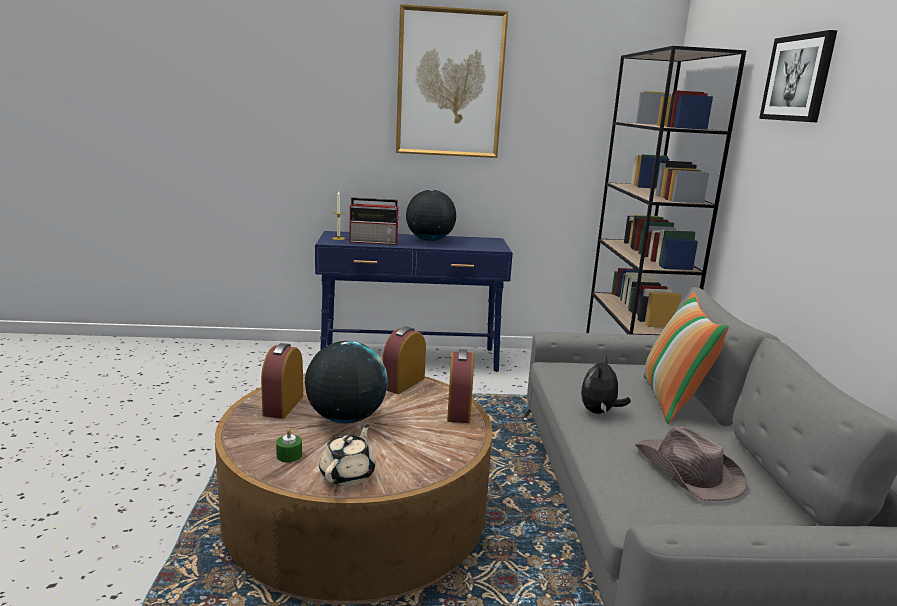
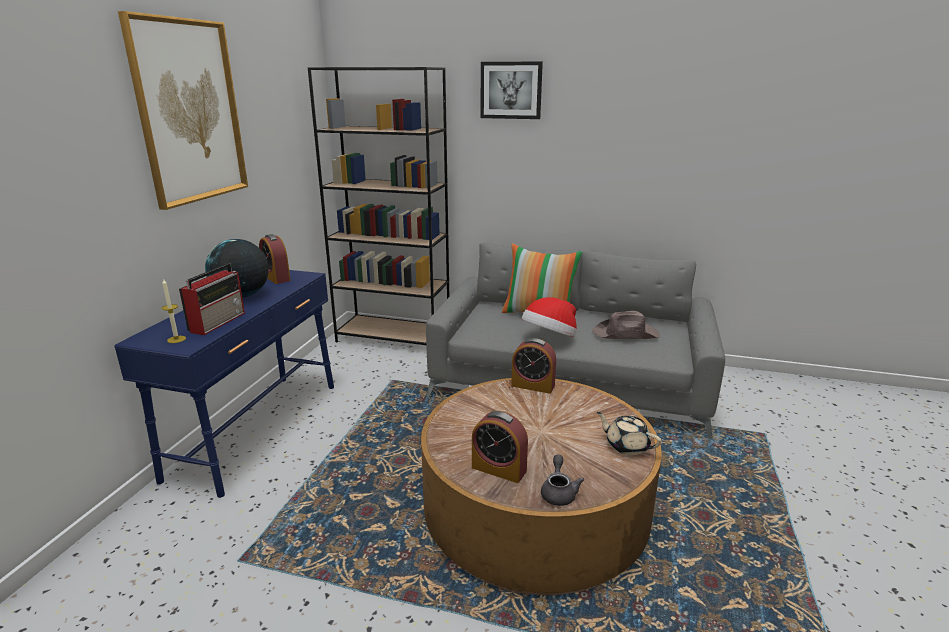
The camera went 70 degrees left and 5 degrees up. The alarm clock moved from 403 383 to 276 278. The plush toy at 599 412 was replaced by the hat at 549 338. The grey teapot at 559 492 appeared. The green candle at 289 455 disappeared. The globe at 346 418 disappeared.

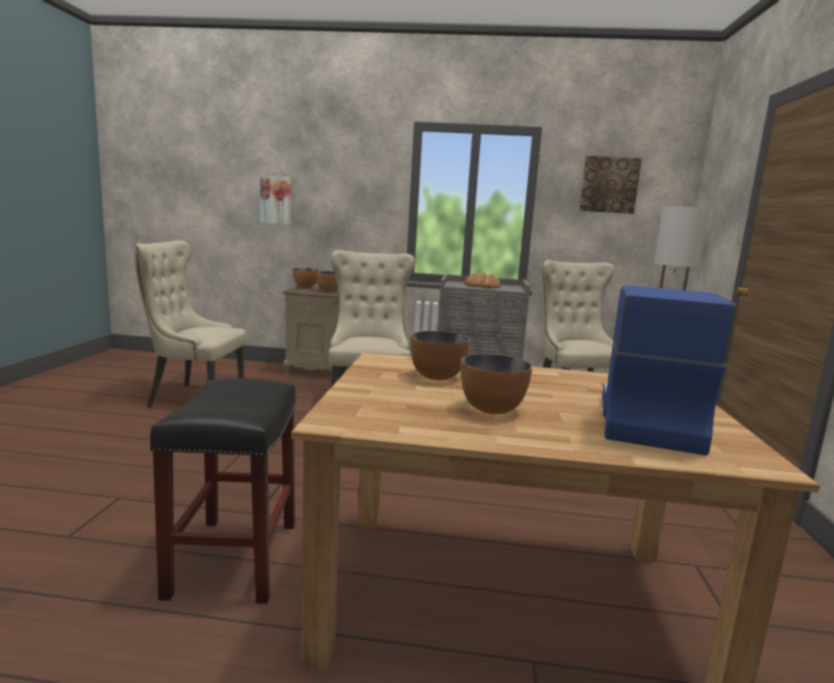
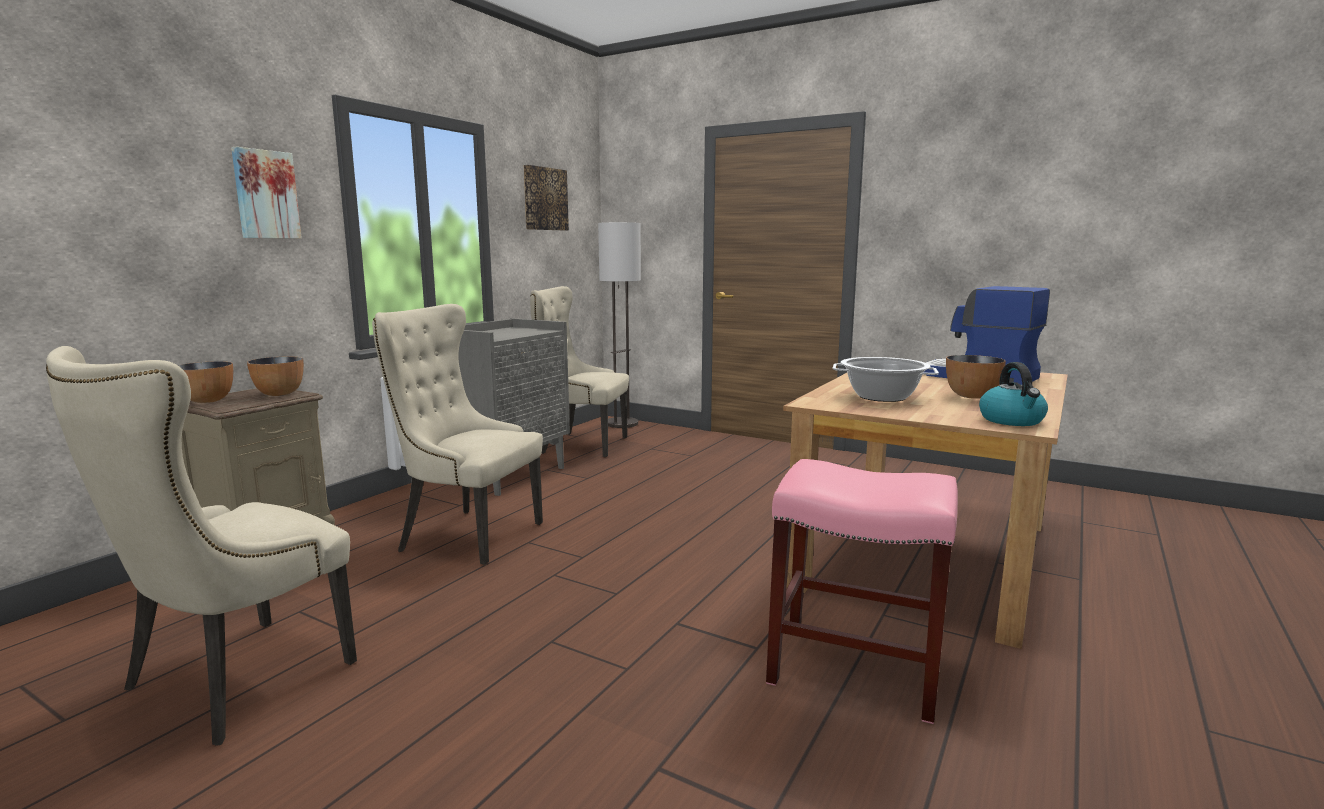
The camera went 65 degrees left and 0 degrees up. The picture moved from 276 200 to 265 194. The black stool at 234 557 became the pink stool at 852 670. The bowl at 437 377 was replaced by the cooking pot at 882 397. The kettle at 1012 420 appeared. The bread at 482 286 disappeared.

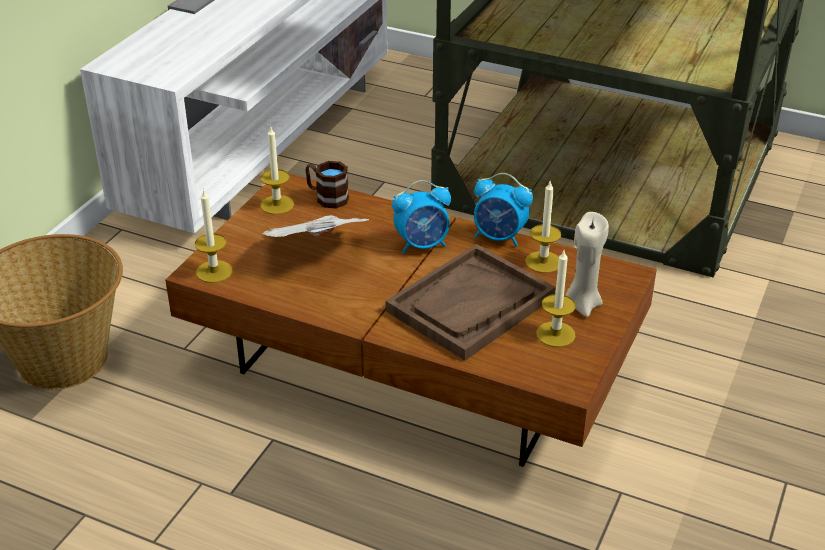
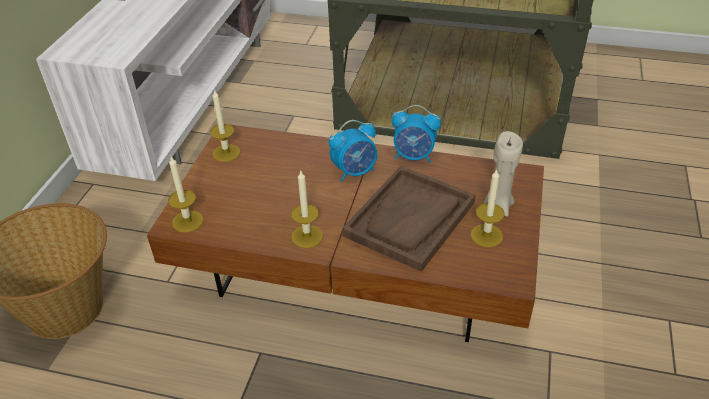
The camera went 10 degrees left and 5 degrees up. The candle moved from 543 262 to 307 236. The newspaper at 318 250 disappeared. The brown mug at 327 197 disappeared.

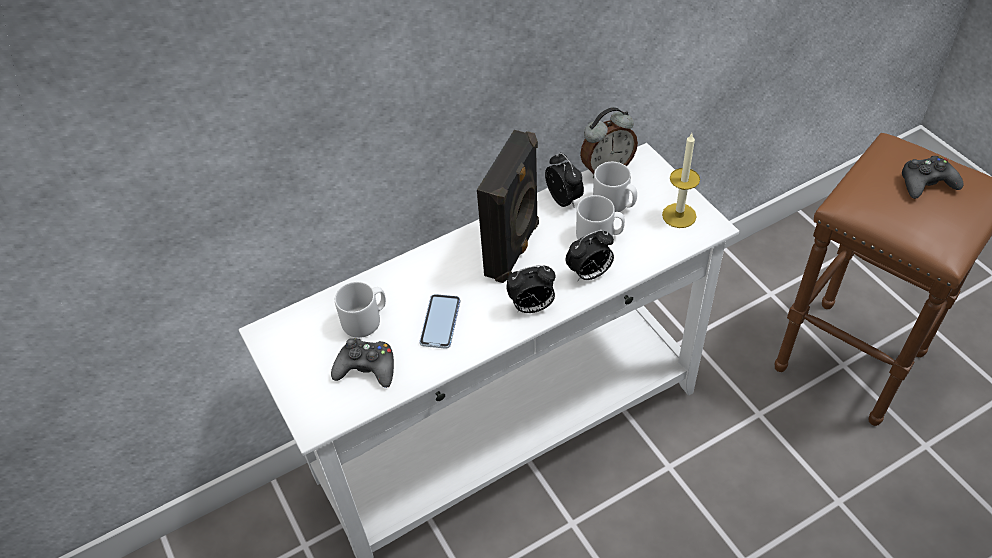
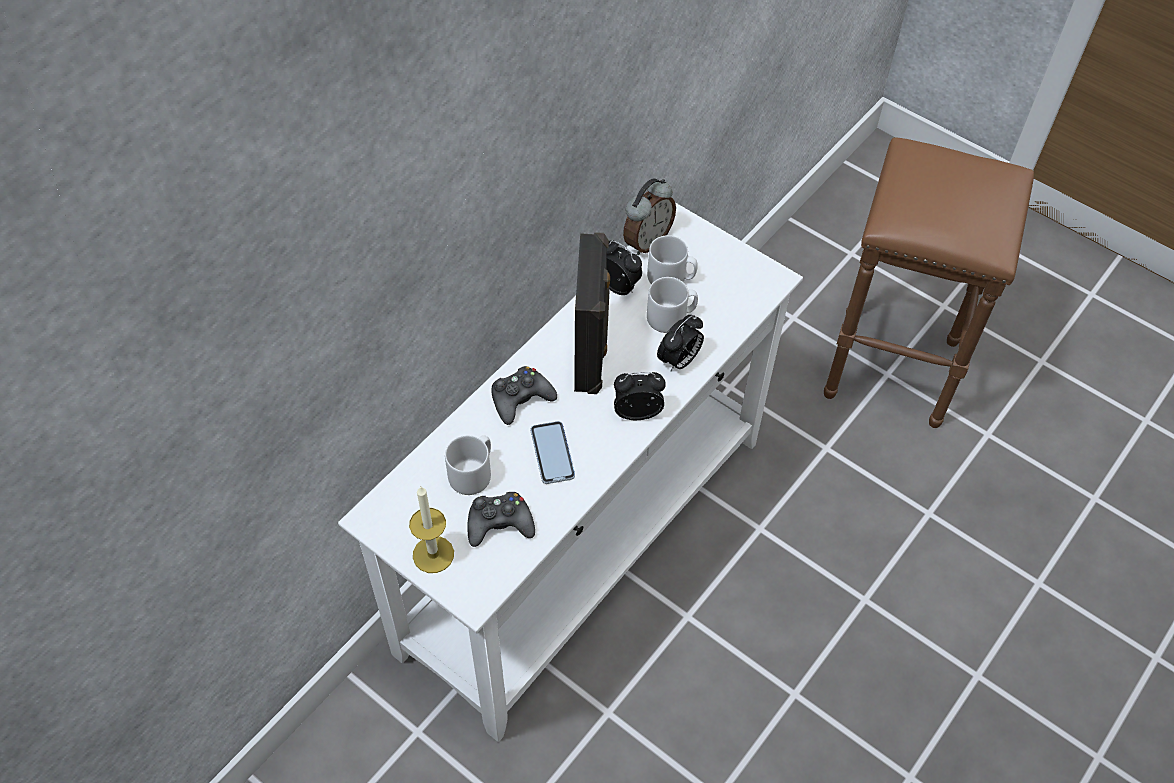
The camera went 25 degrees left and 5 degrees up. The candle moved from 679 215 to 433 554. The black game controller moved from 926 183 to 521 399. The alarm clock at 531 307 turned 150 degrees counterclockwise.

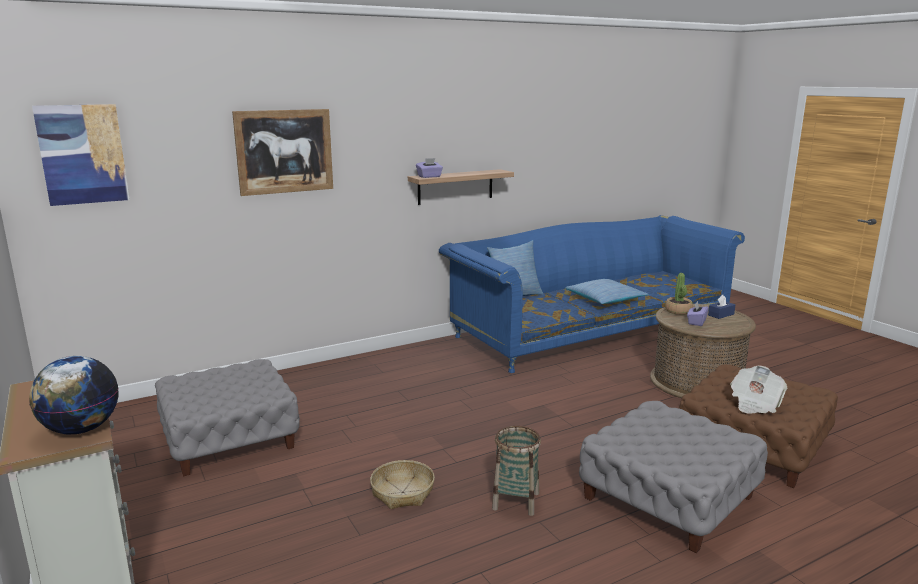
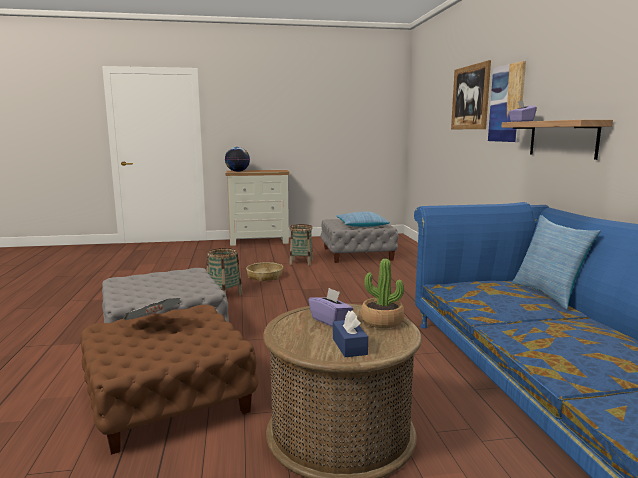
The camera went 110 degrees right and 5 degrees down. The basket at 301 262 appeared. The pillow moved from 605 299 to 361 225. The picture moved from 82 154 to 507 103.

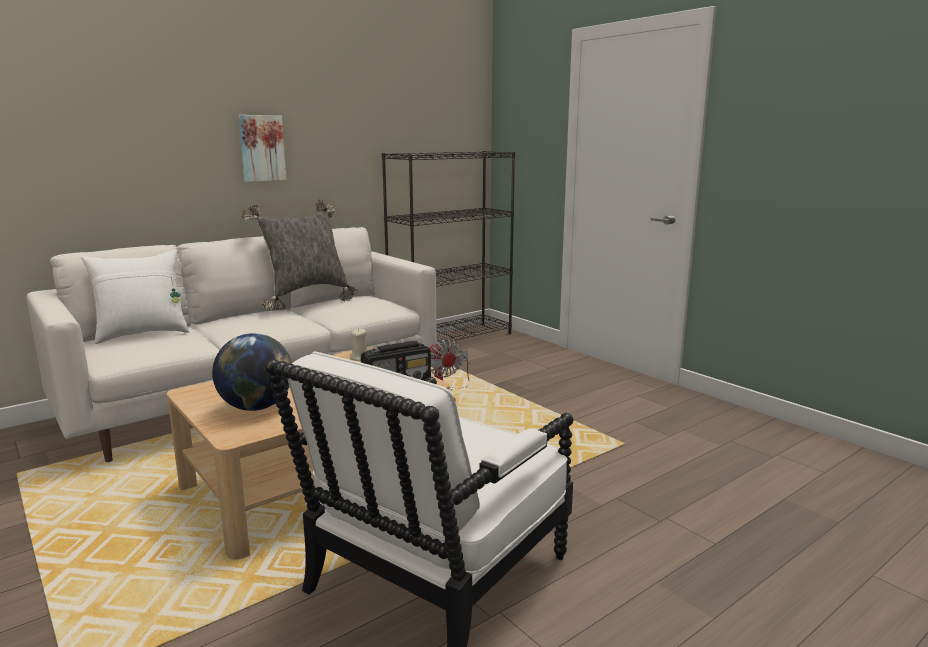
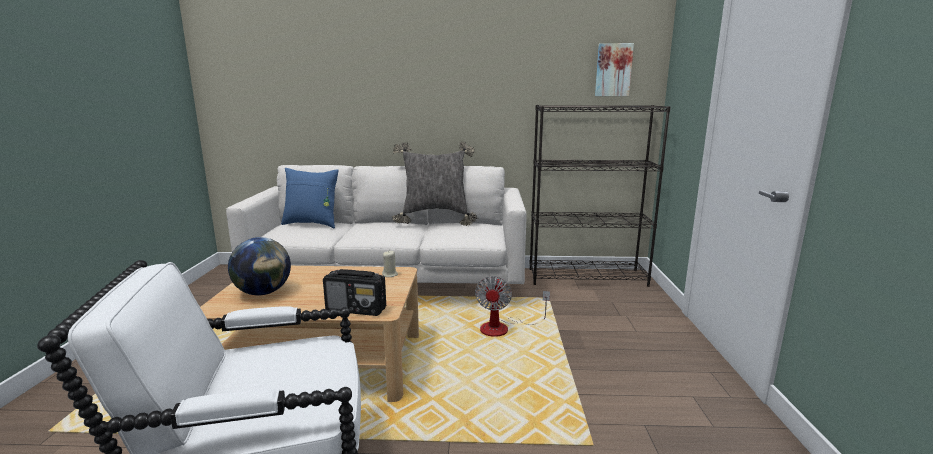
The camera went 40 degrees right and 0 degrees up. The white pillow at 142 335 became the blue pillow at 311 224. The picture moved from 262 148 to 613 70.

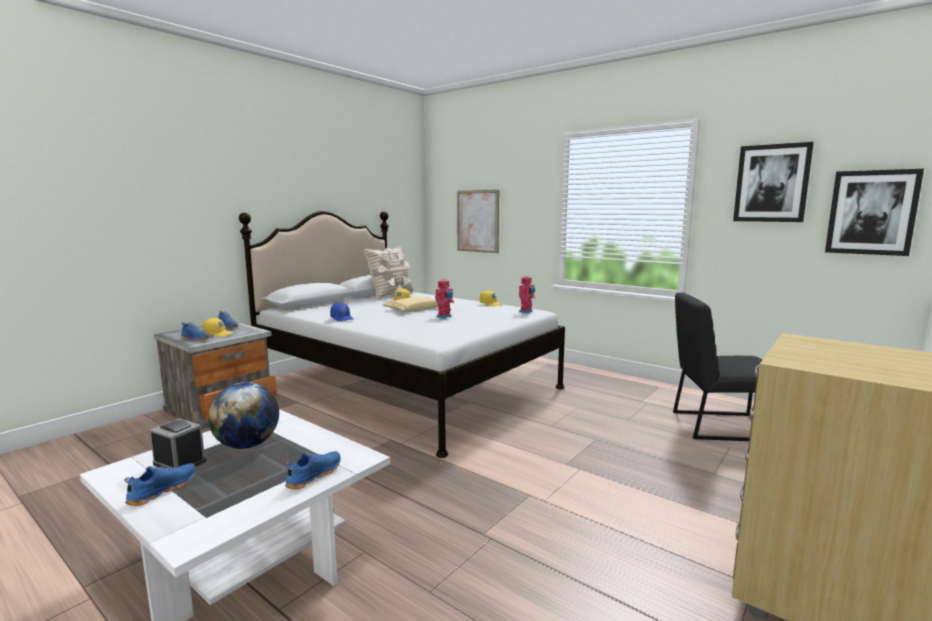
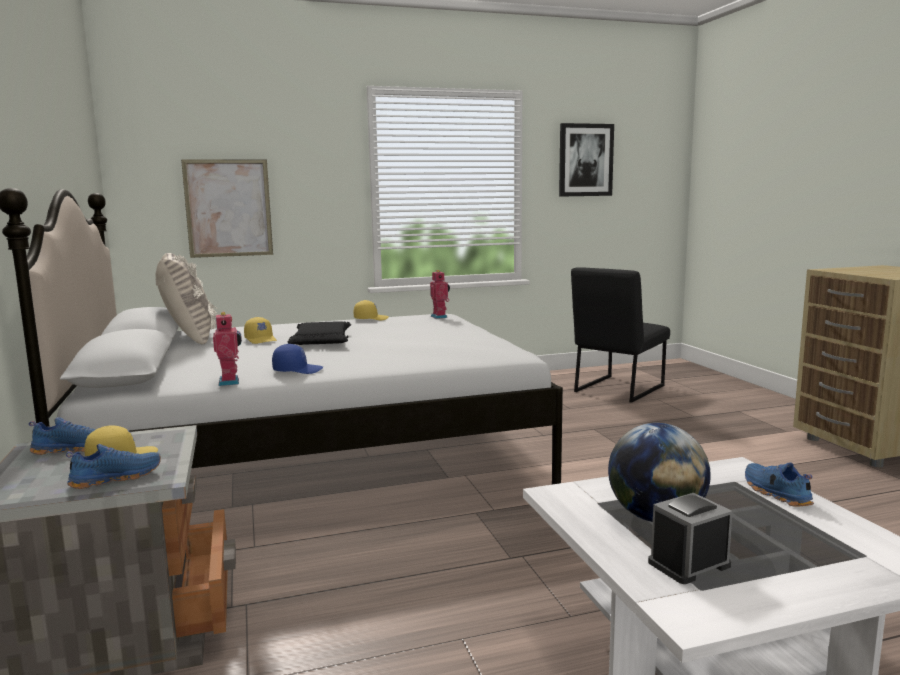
The camera went 55 degrees left and 0 degrees up. The toy robot moved from 444 317 to 231 382. The beige pillow at 415 308 became the black pillow at 321 340. The blue shoe at 162 490 disappeared. The picture at 871 212 disappeared.

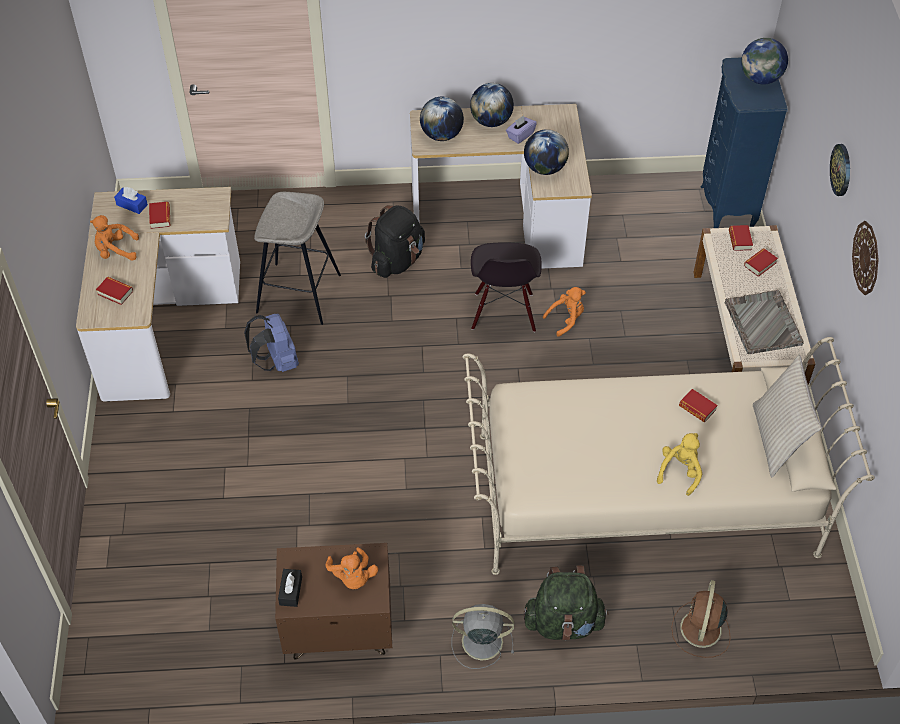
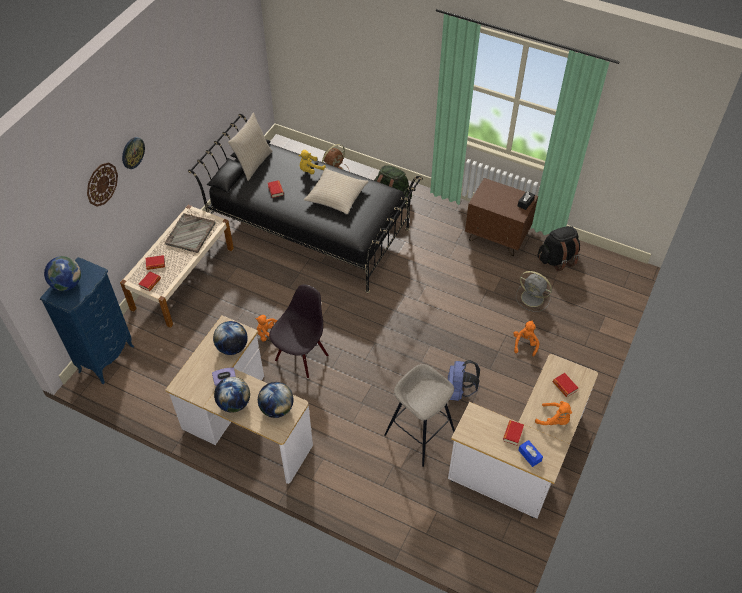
The camera went 150 degrees left and 0 degrees up. The wall clock moved from 866 258 to 101 184. The beige bed at 644 493 became the black bed at 309 230. The beige pillow at 336 196 appeared. The orange plush toy moved from 353 577 to 525 344. The grey fan moved from 480 641 to 533 298. The black backpack moved from 397 260 to 557 259.

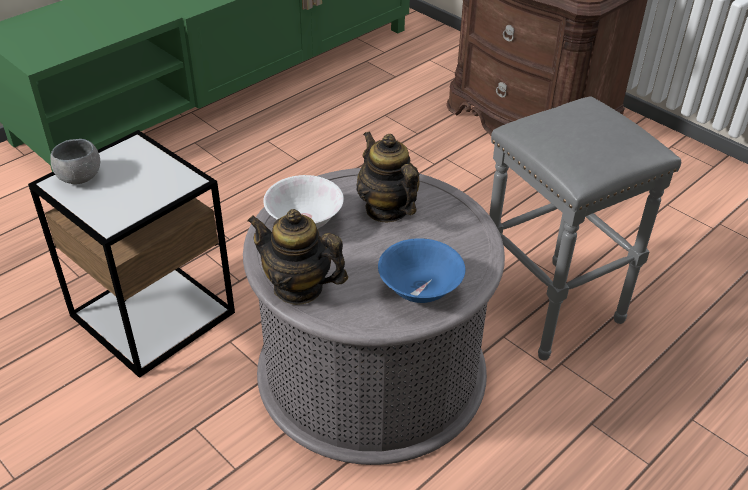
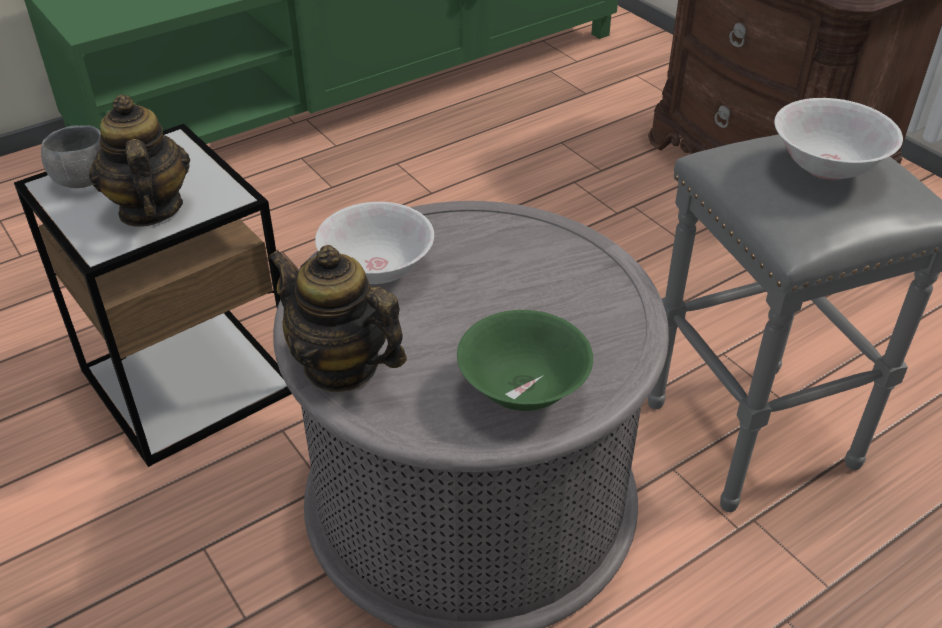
The camera went 10 degrees right and 0 degrees up. The teapot moved from 387 209 to 149 209. The blue bowl at 419 290 became the green bowl at 522 389. The white bowl at 827 167 appeared.

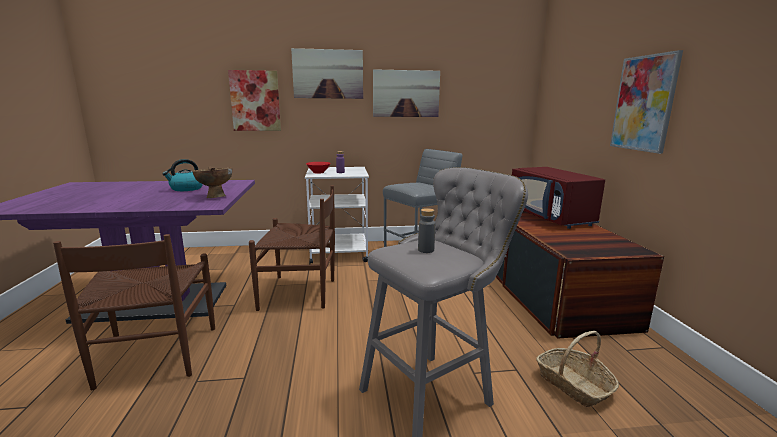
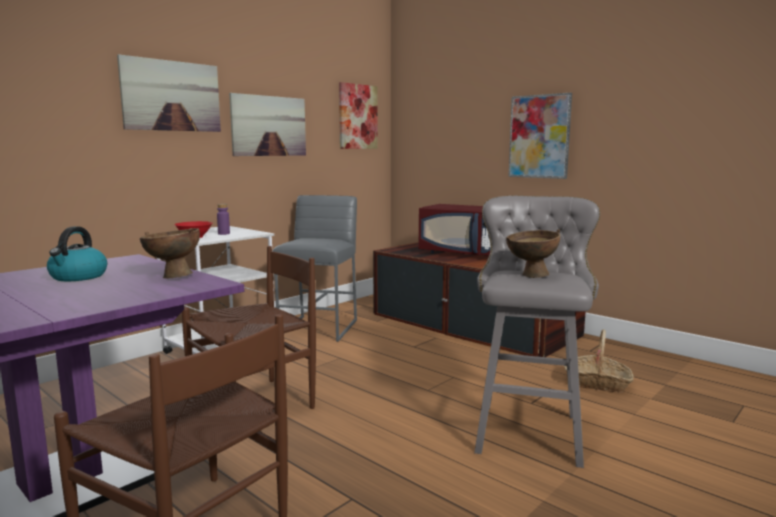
The camera went 40 degrees left and 5 degrees down. The picture moved from 255 101 to 357 117. The grey bottle at 426 250 was replaced by the brown bowl at 530 275.

